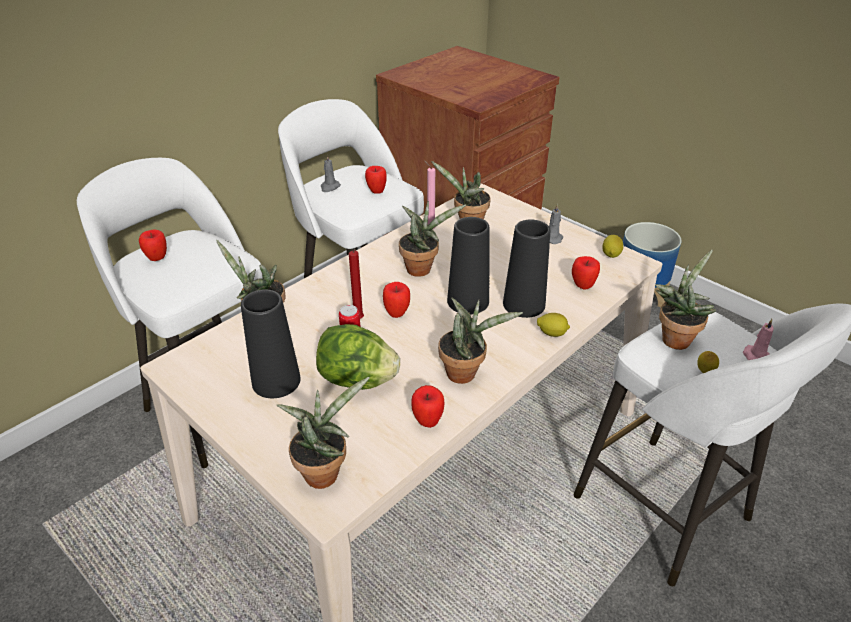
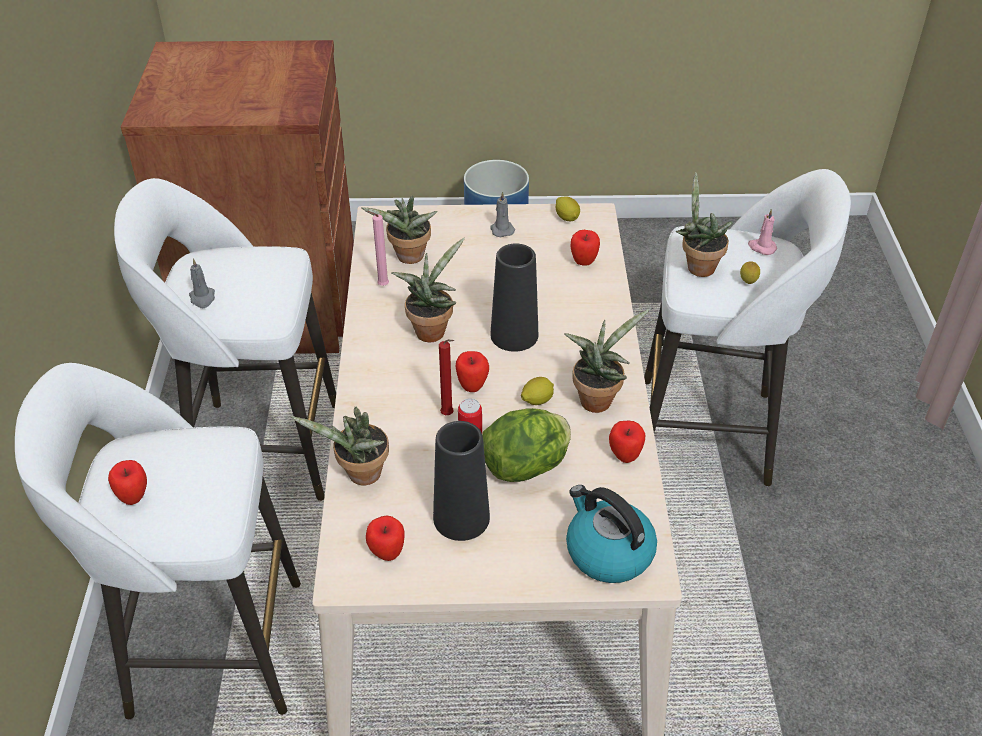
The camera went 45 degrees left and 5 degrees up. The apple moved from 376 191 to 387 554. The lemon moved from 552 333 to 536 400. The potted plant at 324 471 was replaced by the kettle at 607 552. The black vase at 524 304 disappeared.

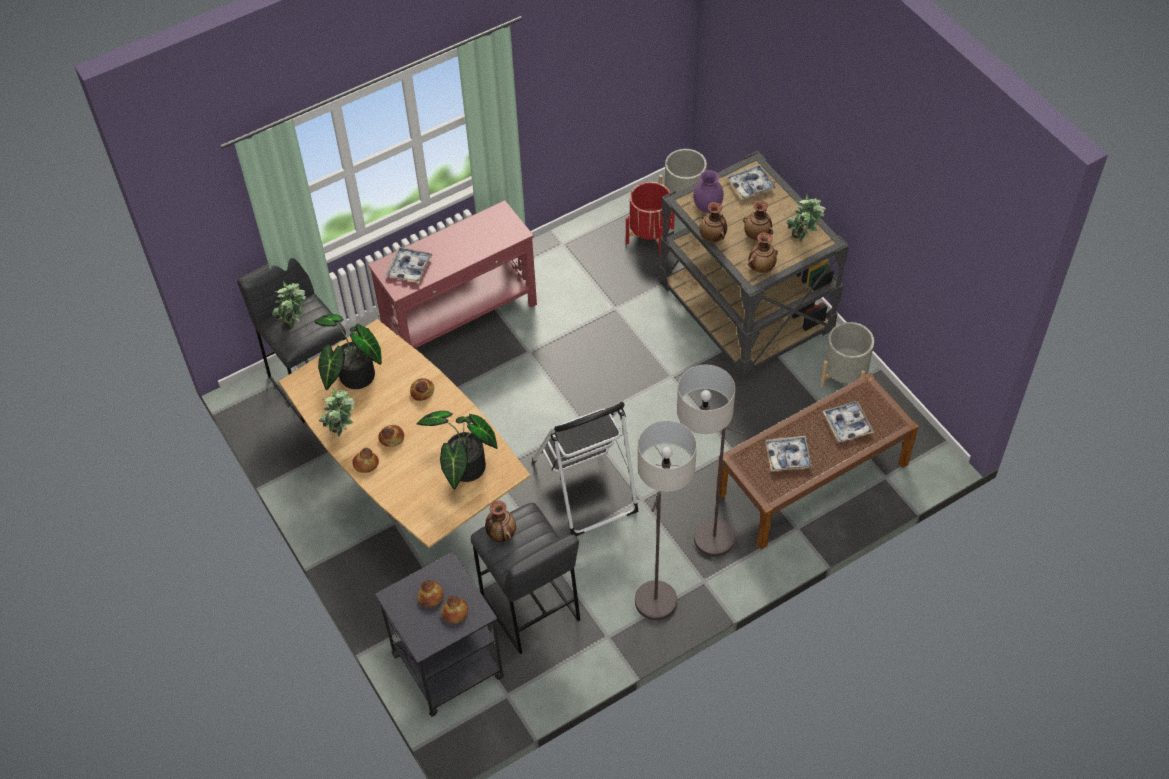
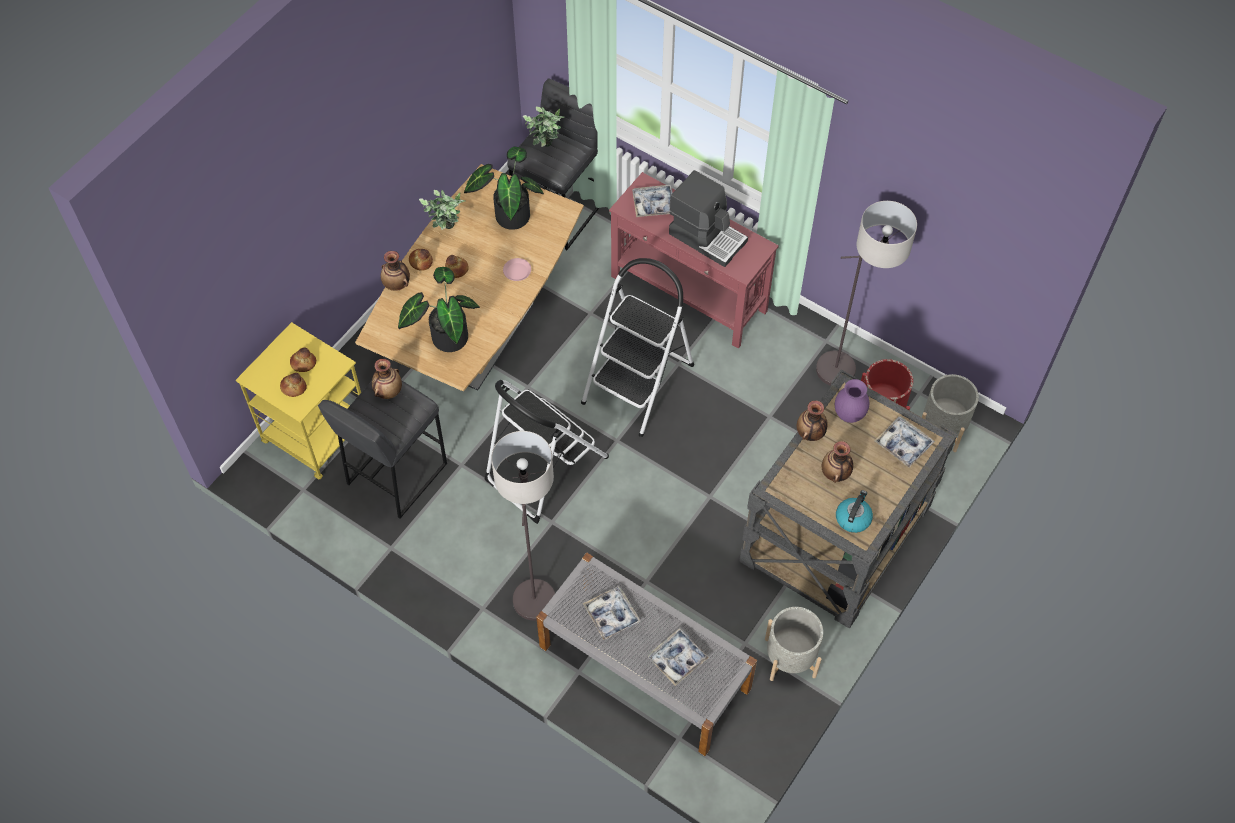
The camera went 65 degrees right and 5 degrees up. The black cart at 447 663 became the yellow cart at 317 432. The vase moved from 761 267 to 397 284. The bread at 422 392 was replaced by the pink plate at 517 271. The brown bench at 813 479 became the grey bench at 644 668. The step ladder at 640 382 appeared. The coffee machine at 707 236 appeared. The grey floor lamp moved from 659 590 to 847 369. The potted plant at 802 240 was replaced by the kettle at 853 518.

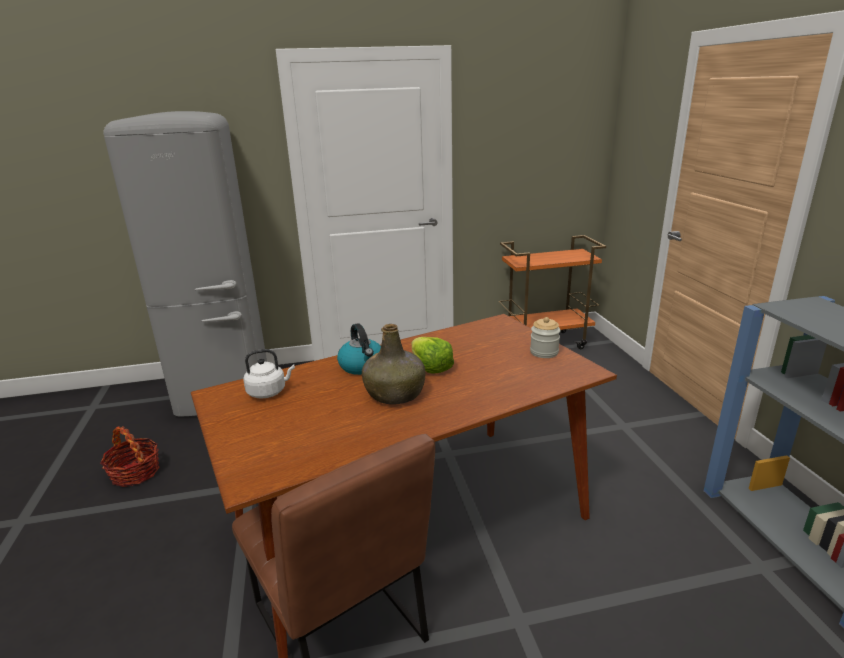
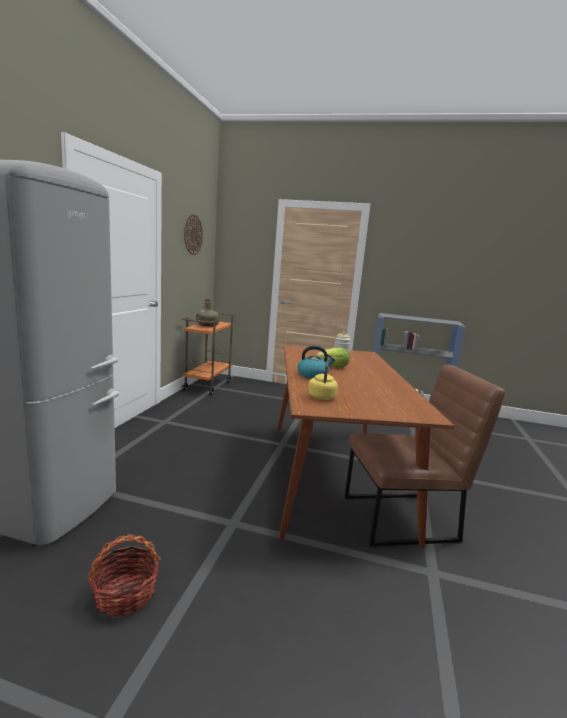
The camera went 65 degrees left and 10 degrees down. The wall clock at 193 235 appeared. The green bottle moved from 395 393 to 207 325. The white kettle at 269 392 became the yellow kettle at 322 396.

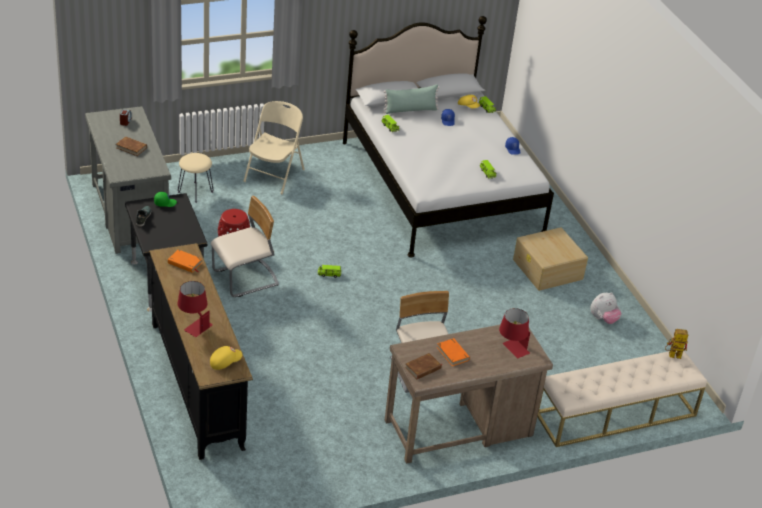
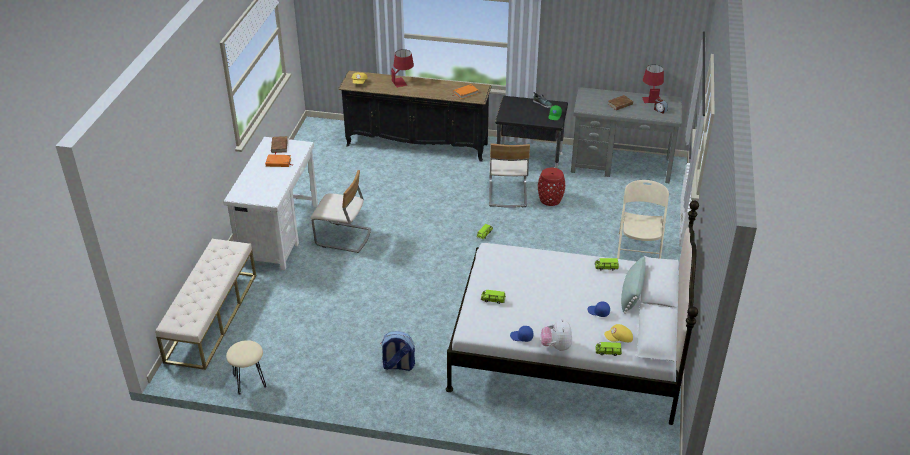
The camera went 125 degrees right and 0 degrees up. The brown desk at 458 428 became the white desk at 278 233. The beige stool moved from 195 192 to 249 381. The beige storage box at 548 269 was replaced by the backpack at 398 366. The plush toy moved from 603 319 to 556 346. The beige chair at 274 175 turned 135 degrees counterclockwise. The red table lamp moved from 511 350 to 651 97. The toy robot at 672 356 disappeared.

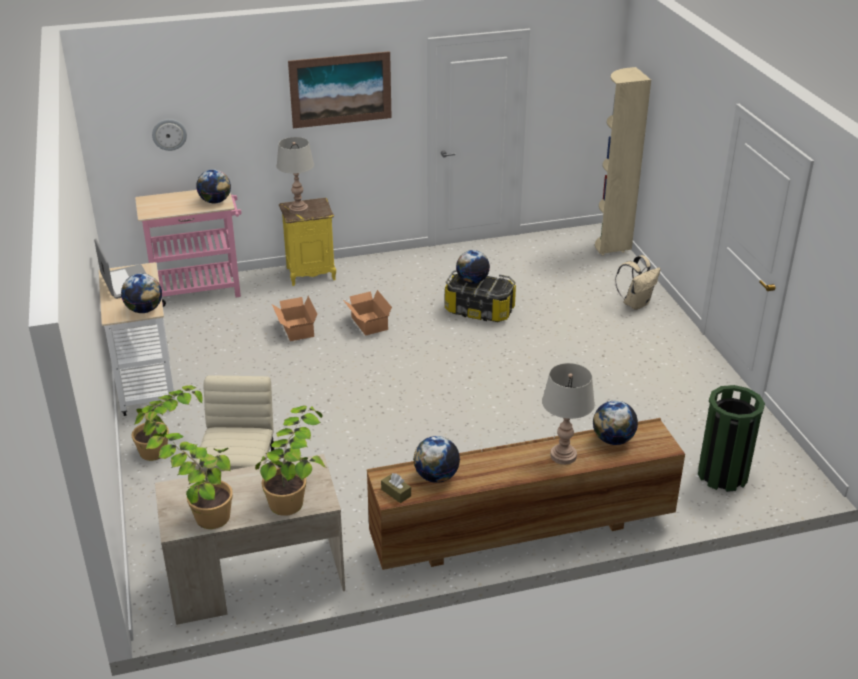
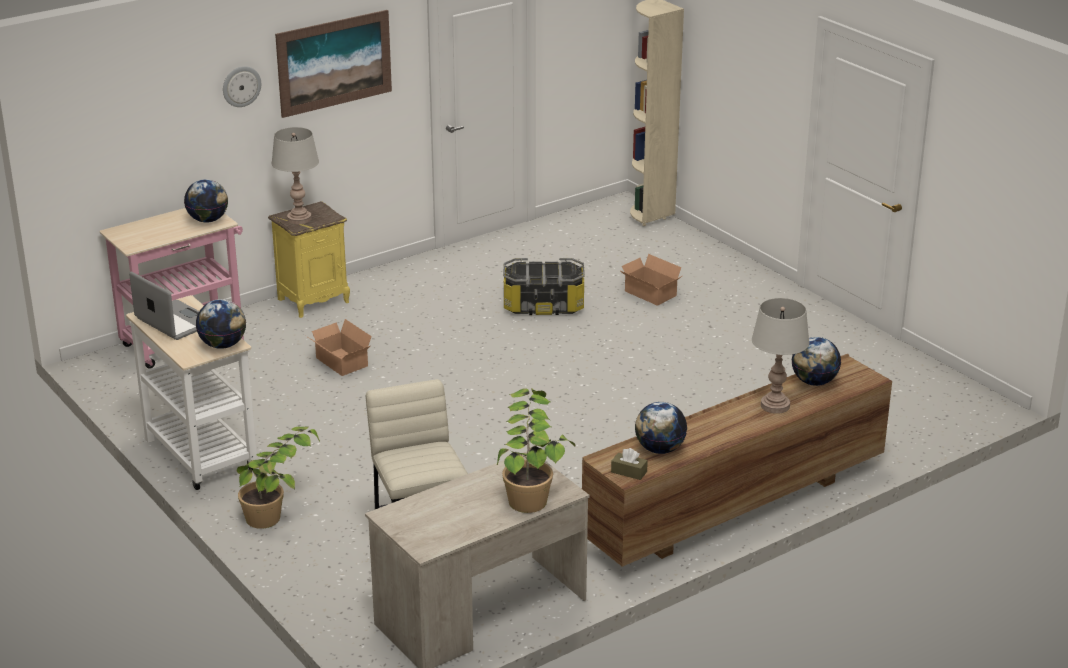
The camera went 20 degrees left and 5 degrees down. The wall clock moved from 169 134 to 241 86. The cardboard box moved from 368 324 to 650 294. The potted plant at 200 509 disappeared. The globe at 472 281 disappeared. The beige backpack at 636 303 disappeared. The green trash can at 722 475 disappeared.

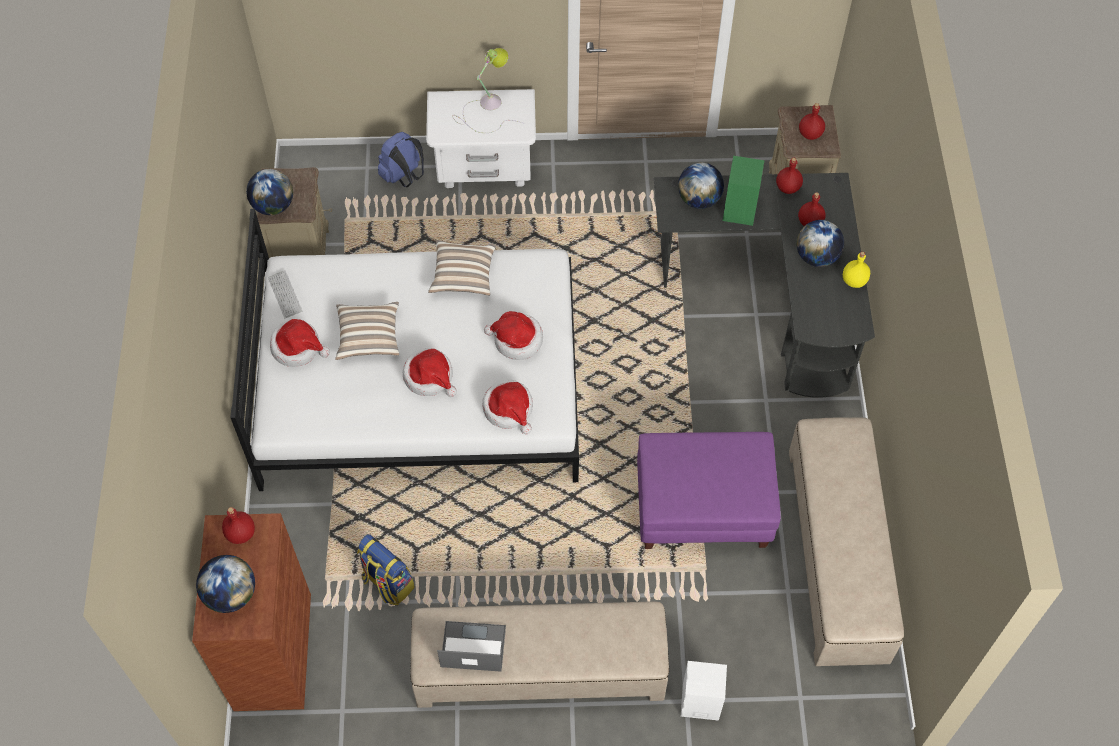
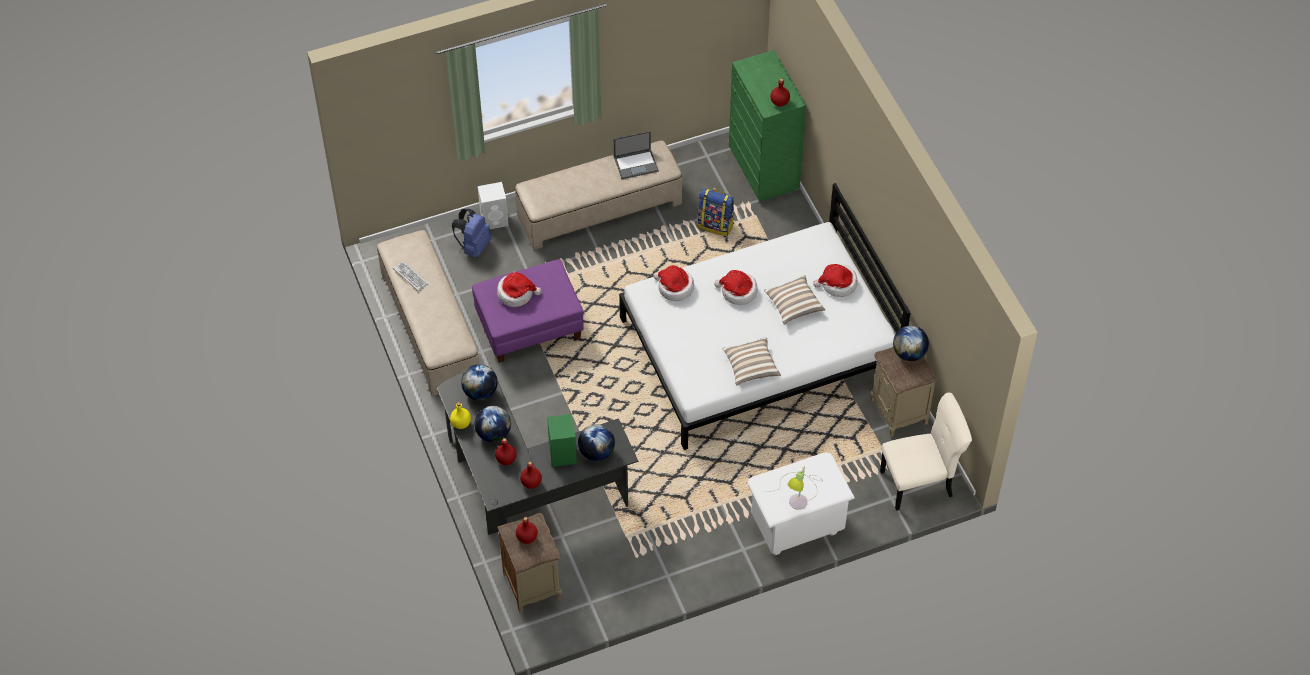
The camera went 160 degrees right and 5 degrees down. The keyboard moved from 285 295 to 410 276. The blue backpack moved from 404 177 to 474 246. The globe moved from 231 594 to 480 392. The hat moved from 516 340 to 516 293. The brown dresser at 274 653 became the green dresser at 764 170. The beige chair at 919 483 appeared.

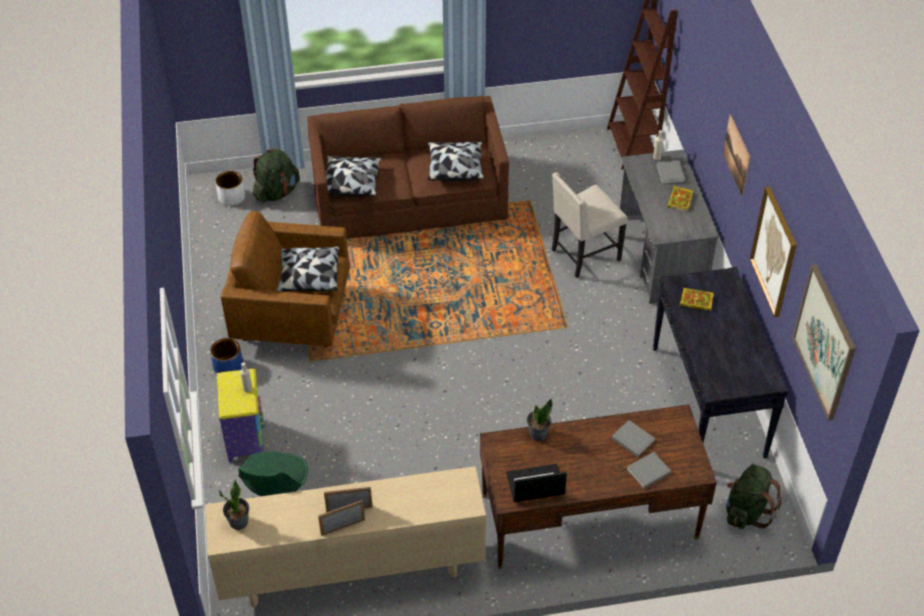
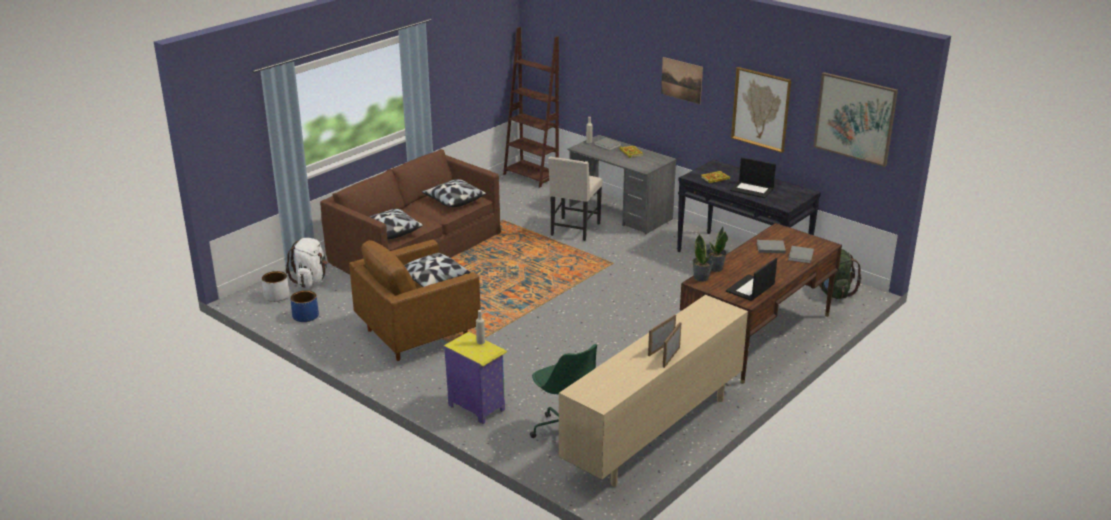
The camera went 40 degrees left and 20 degrees down. The green backpack at 277 192 became the white backpack at 311 281. The blue planter moved from 228 366 to 305 316. The potted plant moved from 239 522 to 701 278. The laptop at 752 189 appeared.

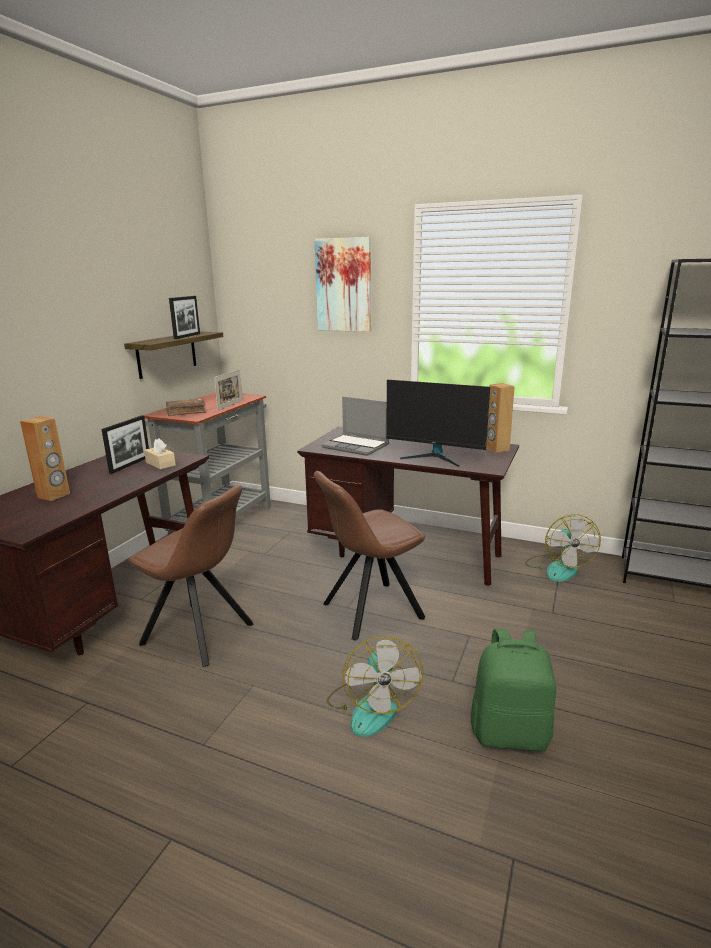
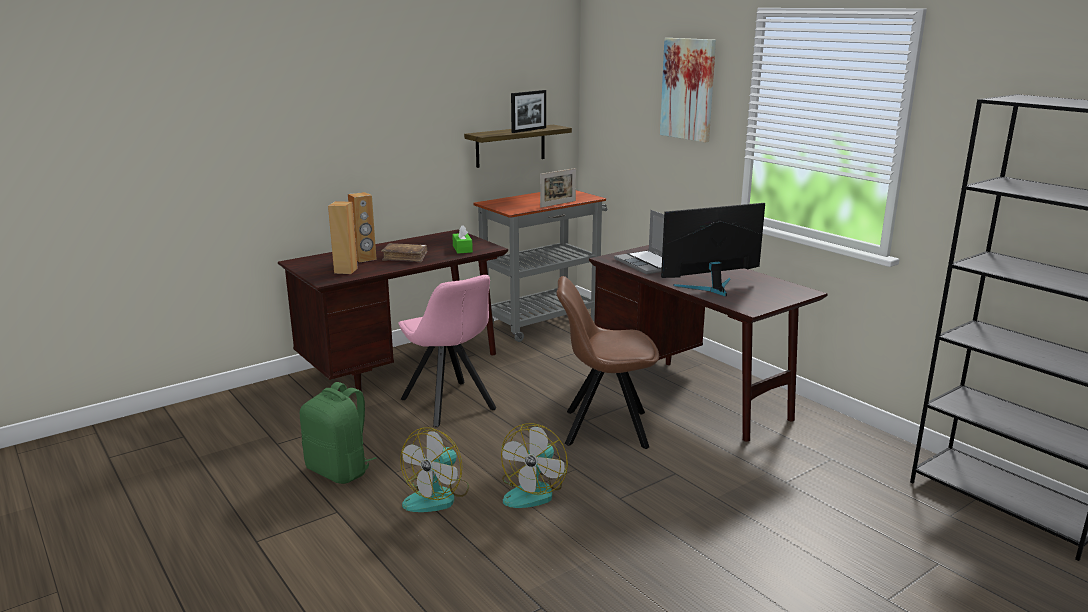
The camera went 30 degrees right and 0 degrees up. The green backpack moved from 510 733 to 340 471. The brown speaker moved from 497 449 to 345 270. The brown book moved from 186 412 to 405 257. The brown chair at 199 633 became the pink chair at 449 404. The fan moved from 558 568 to 437 496. The beige tissue box at 160 464 became the green tissue box at 462 249. The monitor at 435 457 turned 105 degrees clockwise. The picture frame at 130 464 disappeared.

